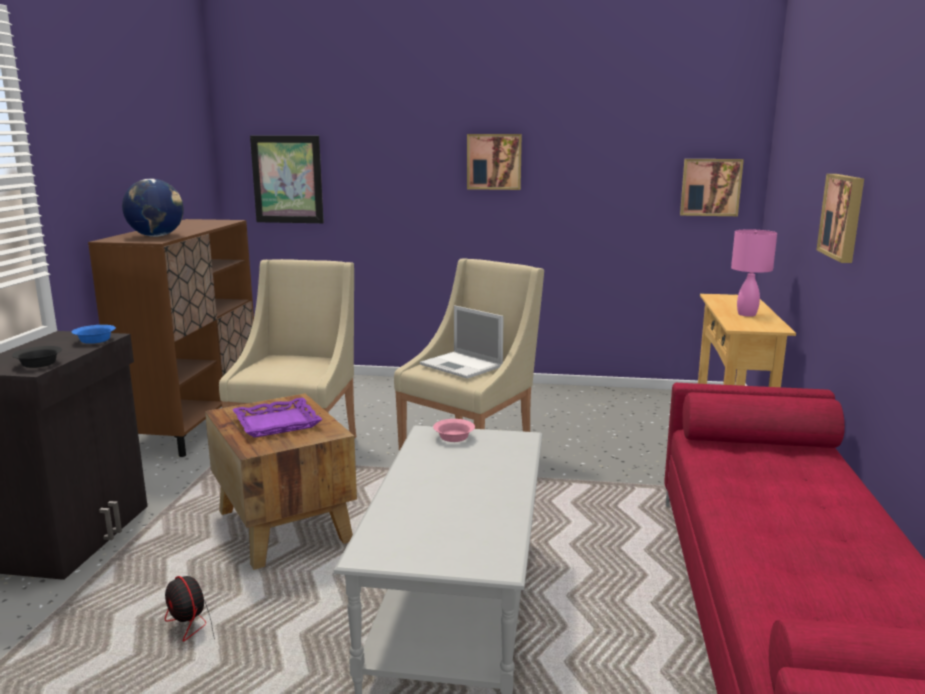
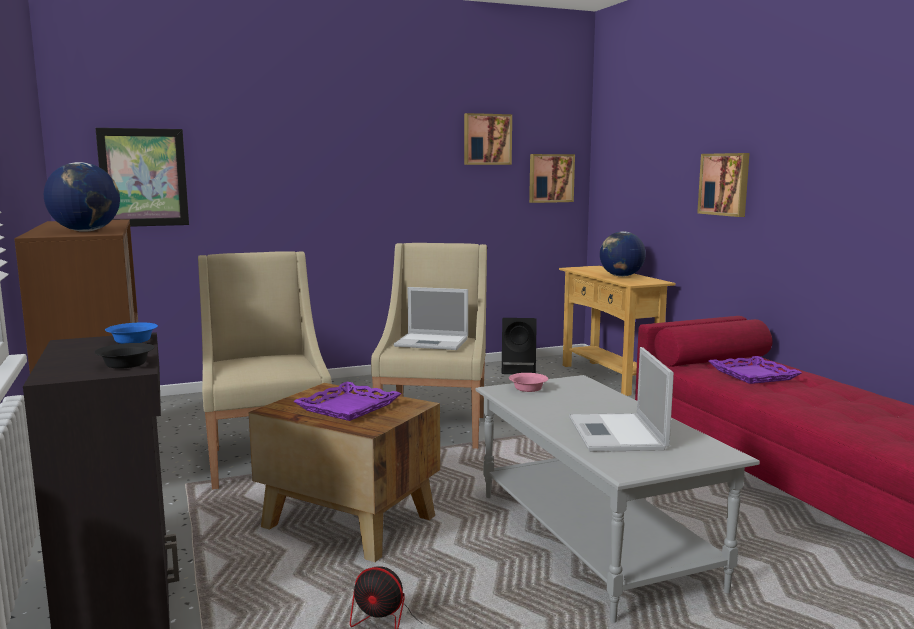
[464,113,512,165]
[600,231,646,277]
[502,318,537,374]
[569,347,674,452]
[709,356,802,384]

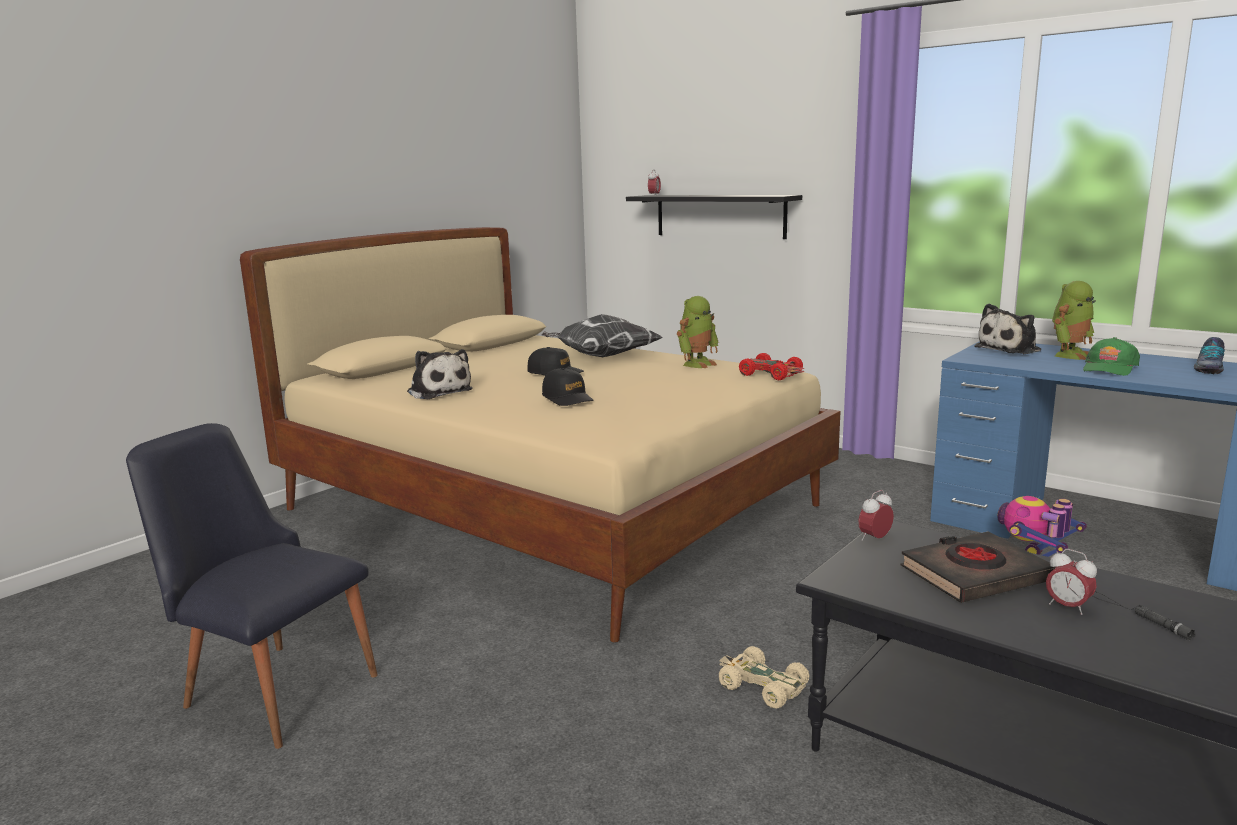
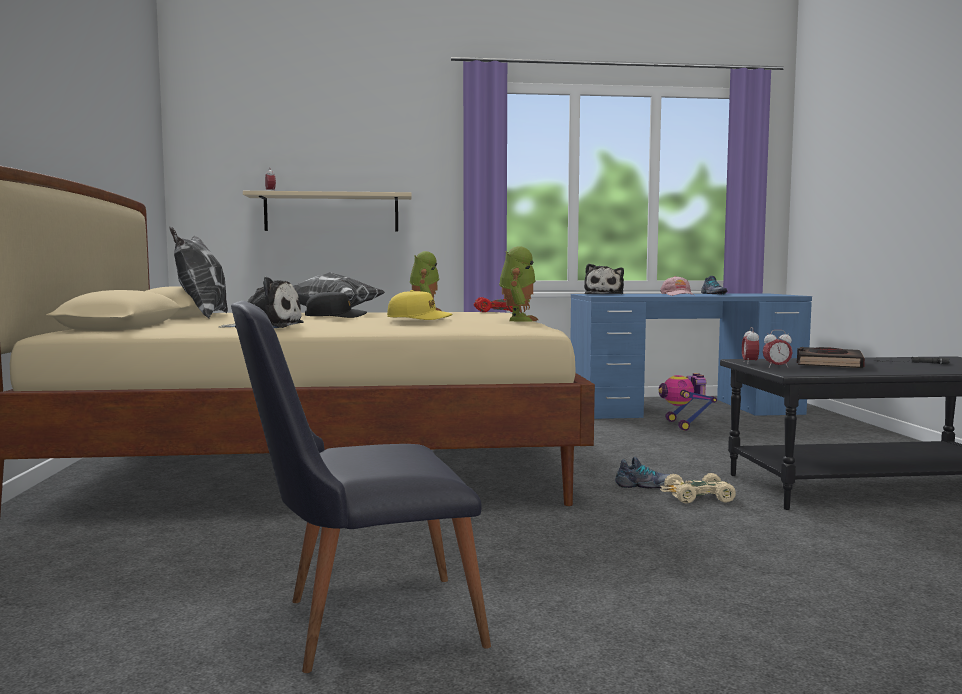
[243,191,412,232]
[499,246,538,321]
[660,276,694,296]
[387,290,453,320]
[763,330,793,368]
[169,227,228,318]
[615,457,670,489]

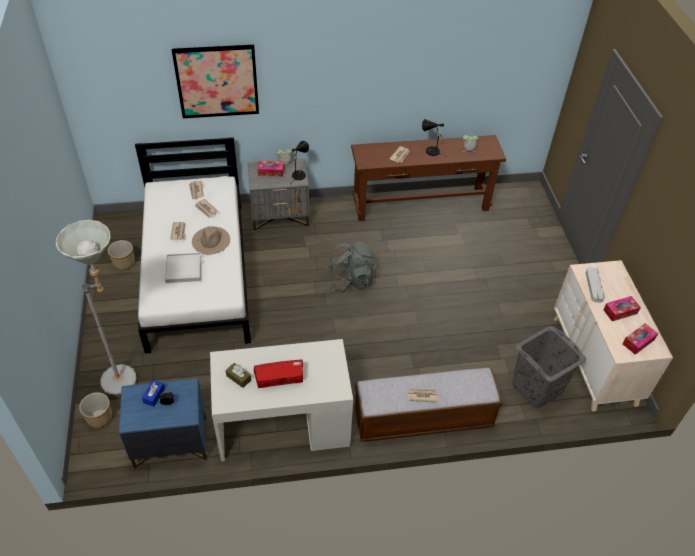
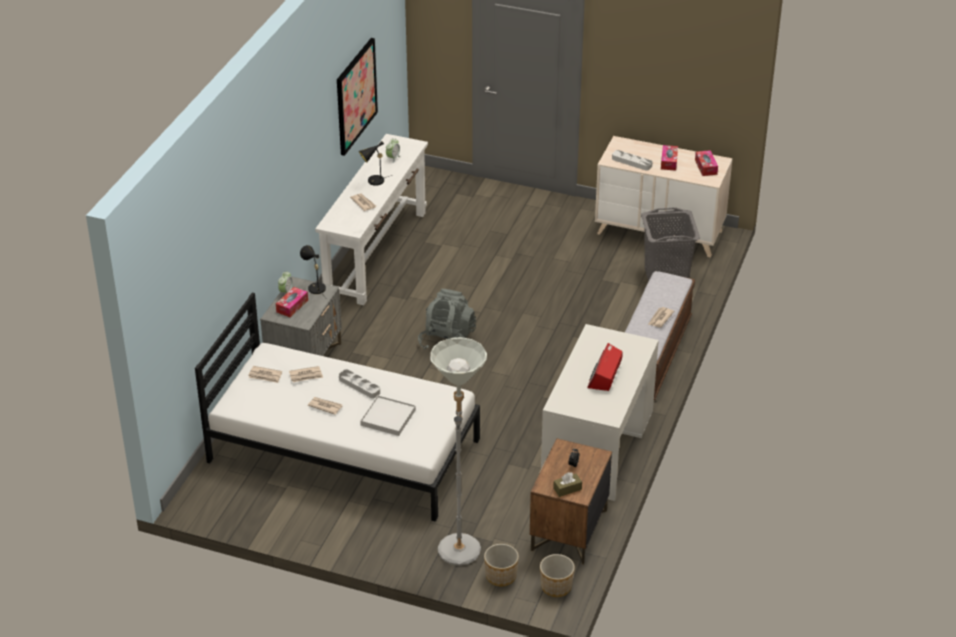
[337,38,378,156]
[315,134,428,305]
[339,369,380,398]
[540,554,575,597]
[553,472,582,497]
[530,438,612,565]
[142,380,165,407] (first image)

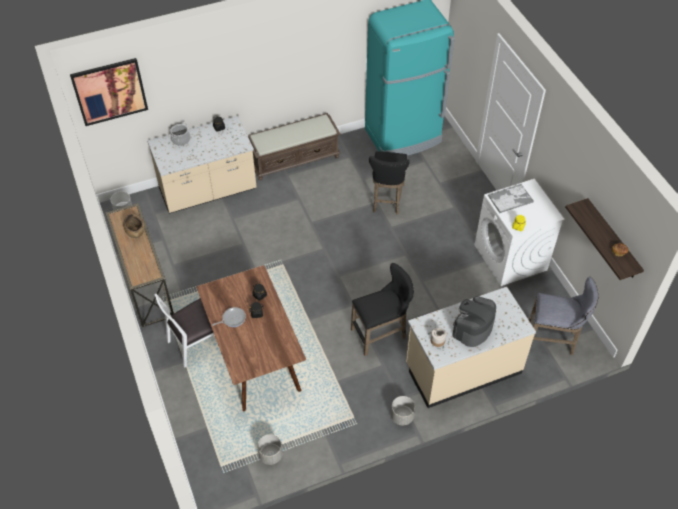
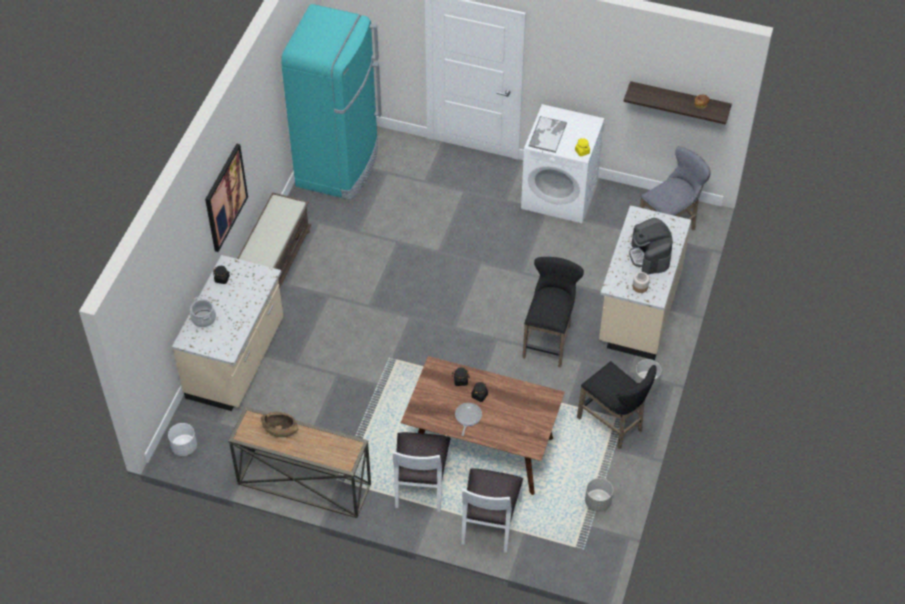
[205,144,248,252]
[577,361,656,449]
[461,469,523,553]

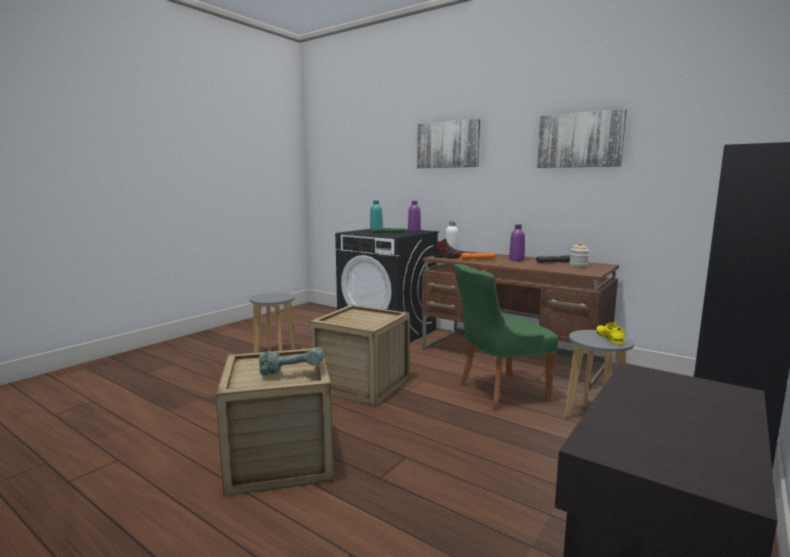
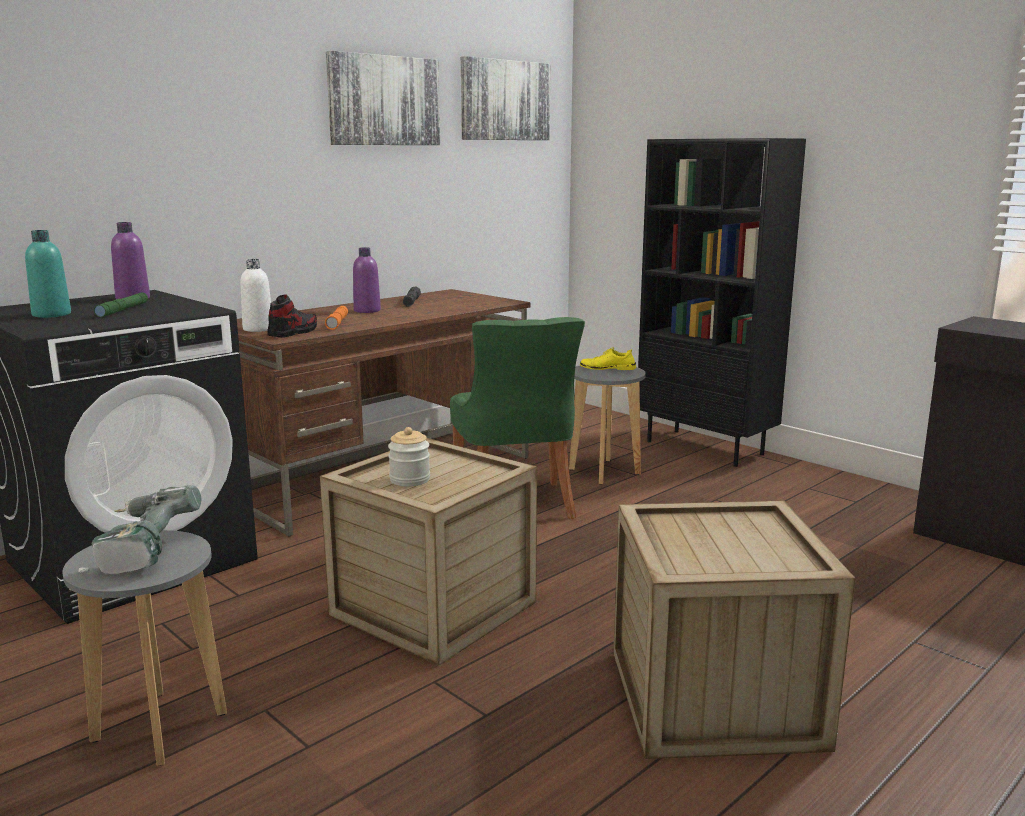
[461,56,551,140]
[388,427,430,486]
[78,485,201,574]

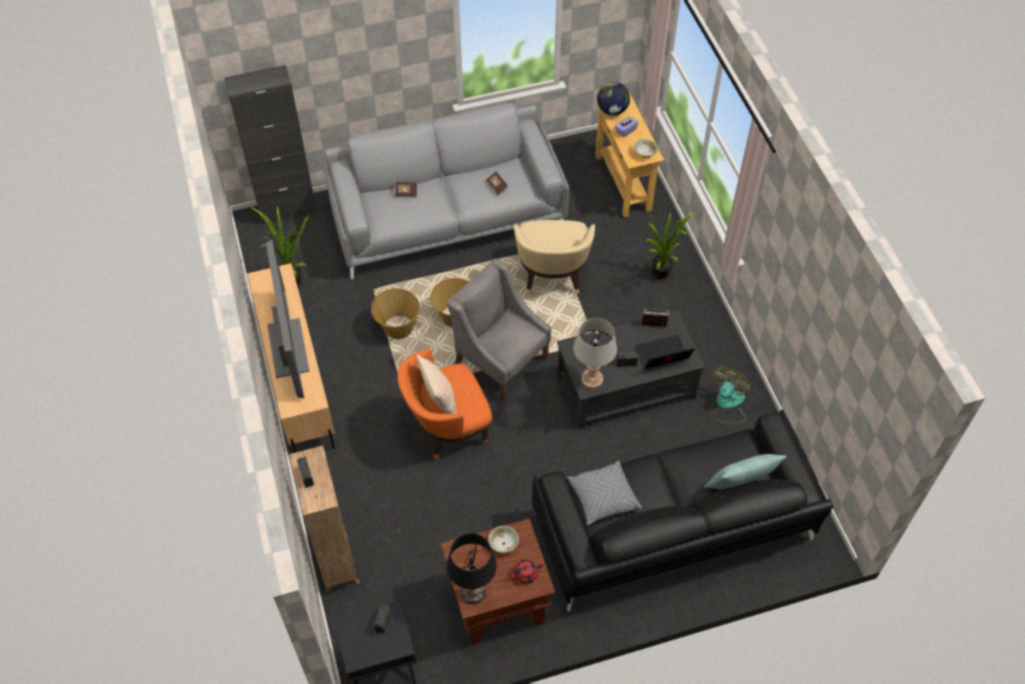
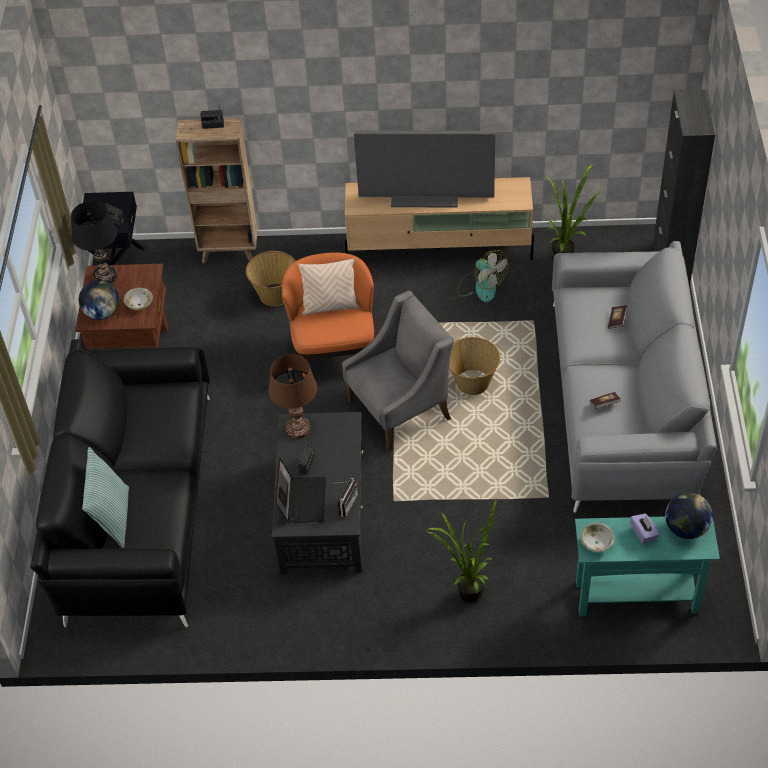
[575,516,720,616]
[514,220,595,294] (first image)
[246,251,295,306]
[268,354,317,439]
[457,250,508,302]
[567,461,642,526] (first image)
[79,280,119,320]

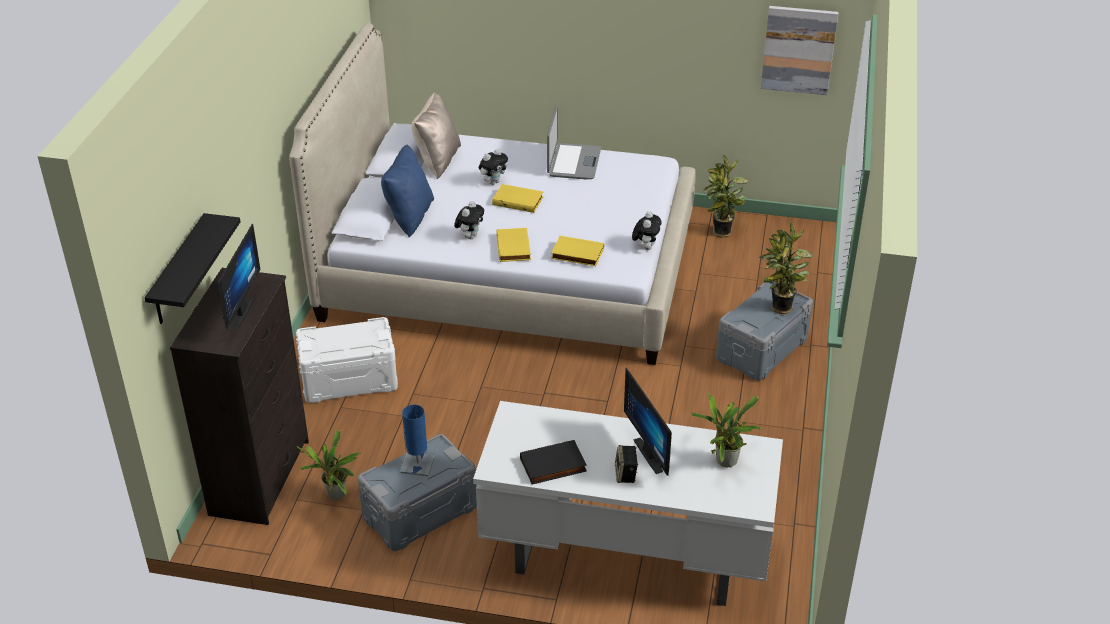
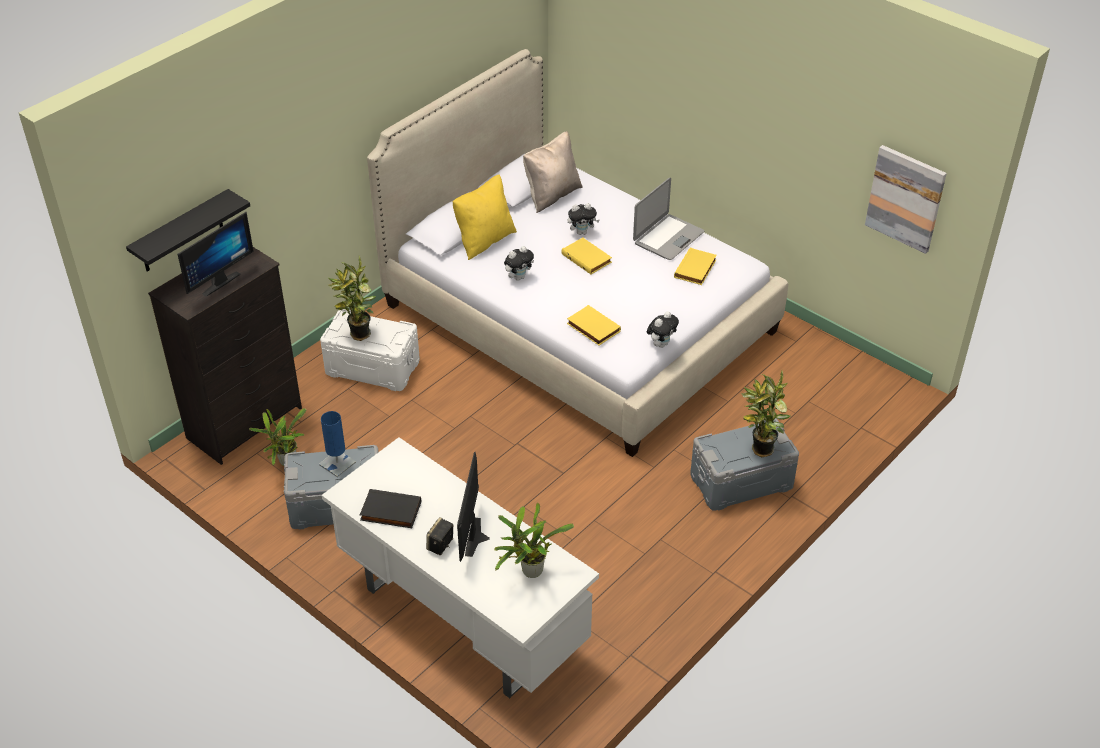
[453,174,517,260]
[328,256,376,341]
[674,247,717,285]

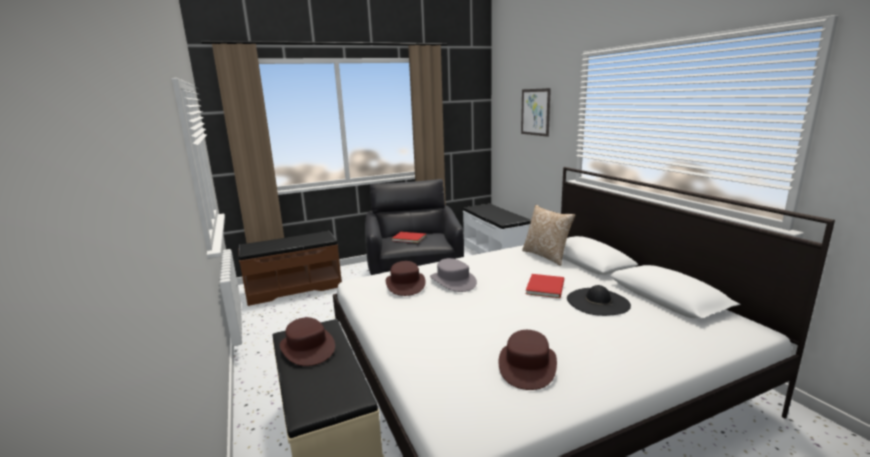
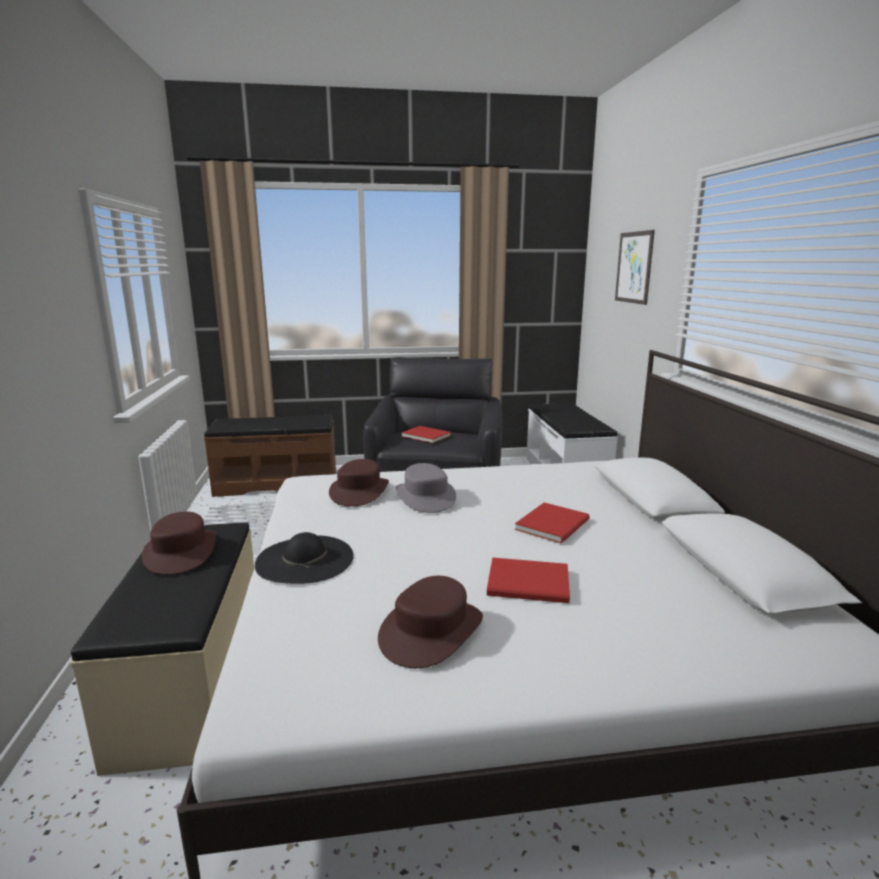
[522,205,575,266] (first image)
[255,532,354,584]
[487,557,570,603]

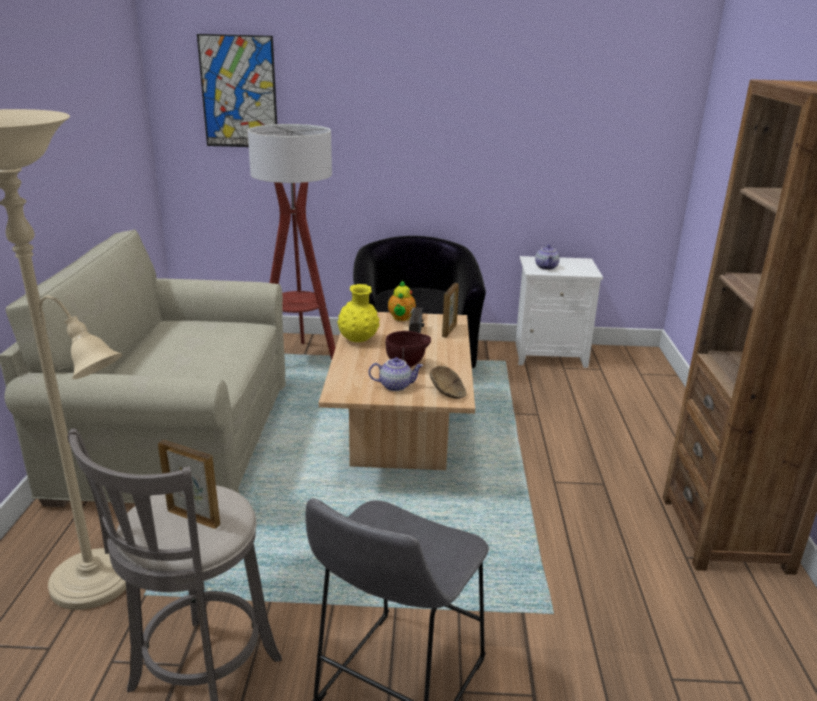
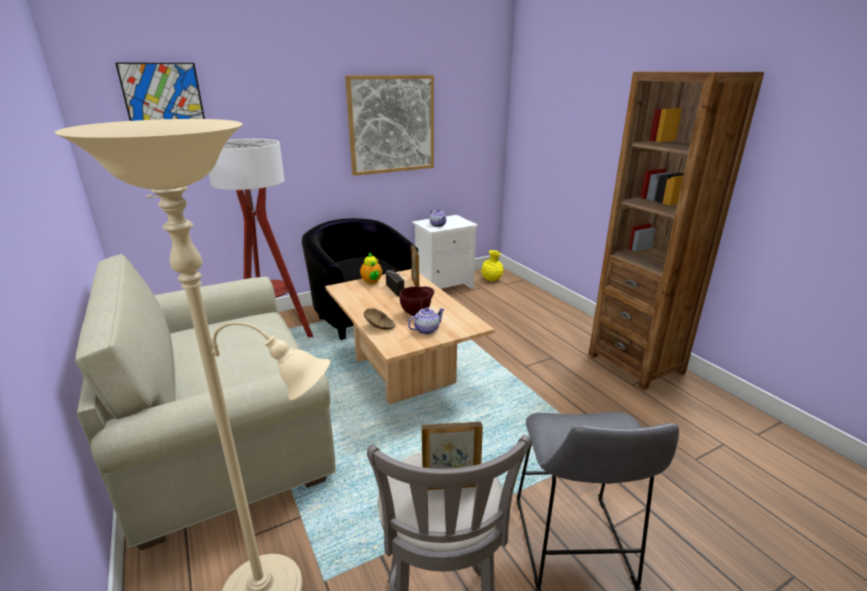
[481,250,504,281]
[364,308,396,330]
[345,75,434,176]

